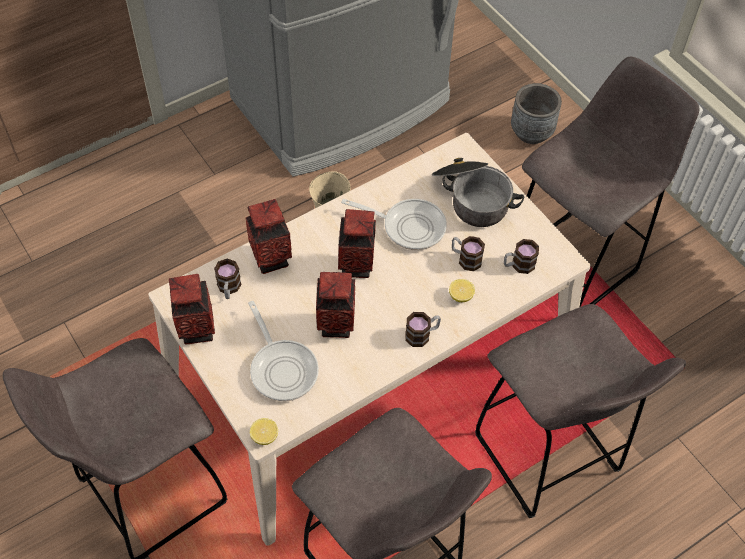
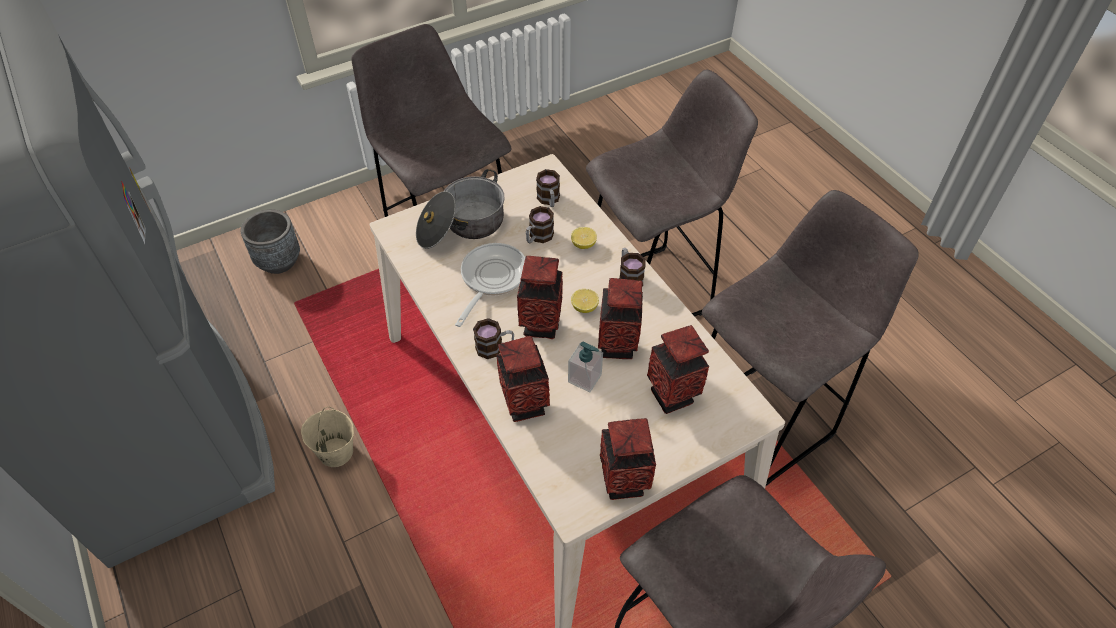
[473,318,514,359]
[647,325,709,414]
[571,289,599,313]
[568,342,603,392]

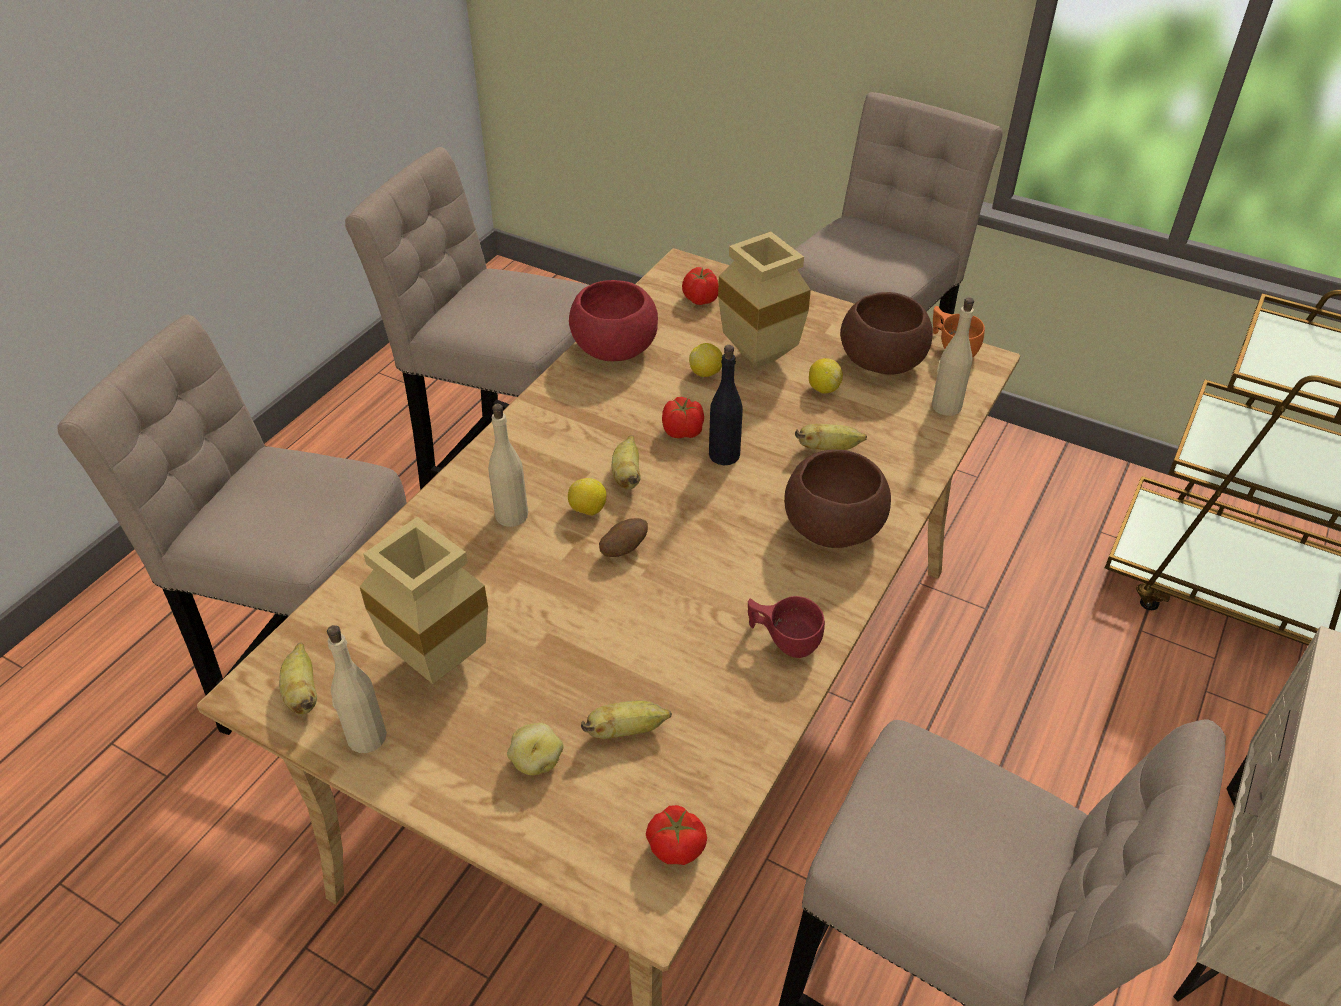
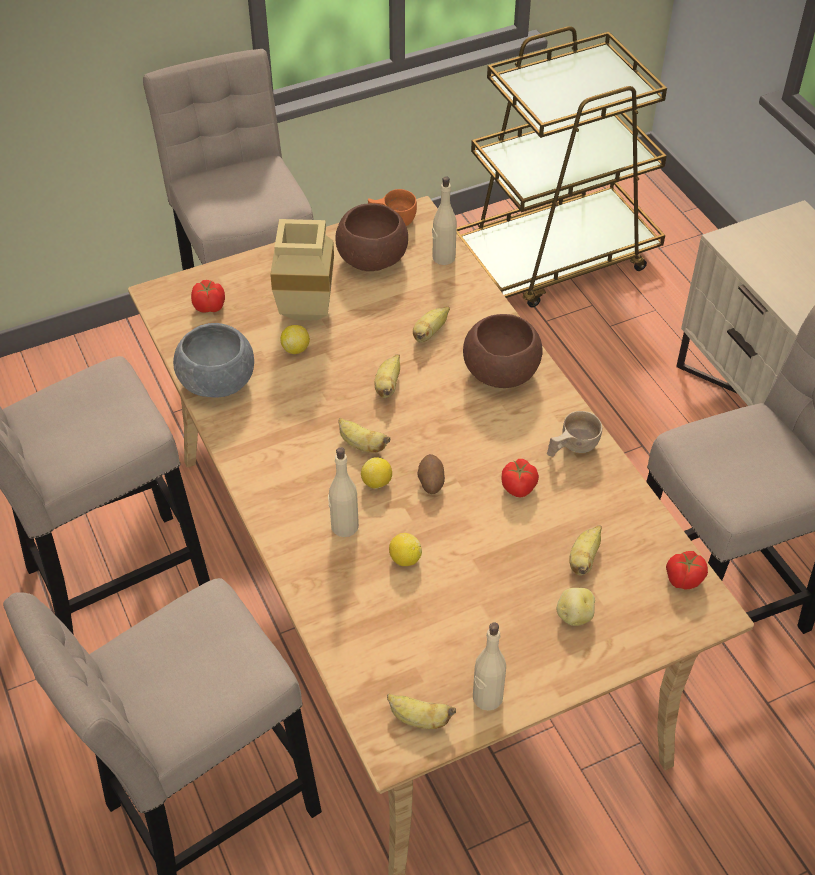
[173,323,254,398]
[374,354,400,398]
[389,533,422,566]
[502,459,539,498]
[360,517,488,684] (first image)
[547,411,602,457]

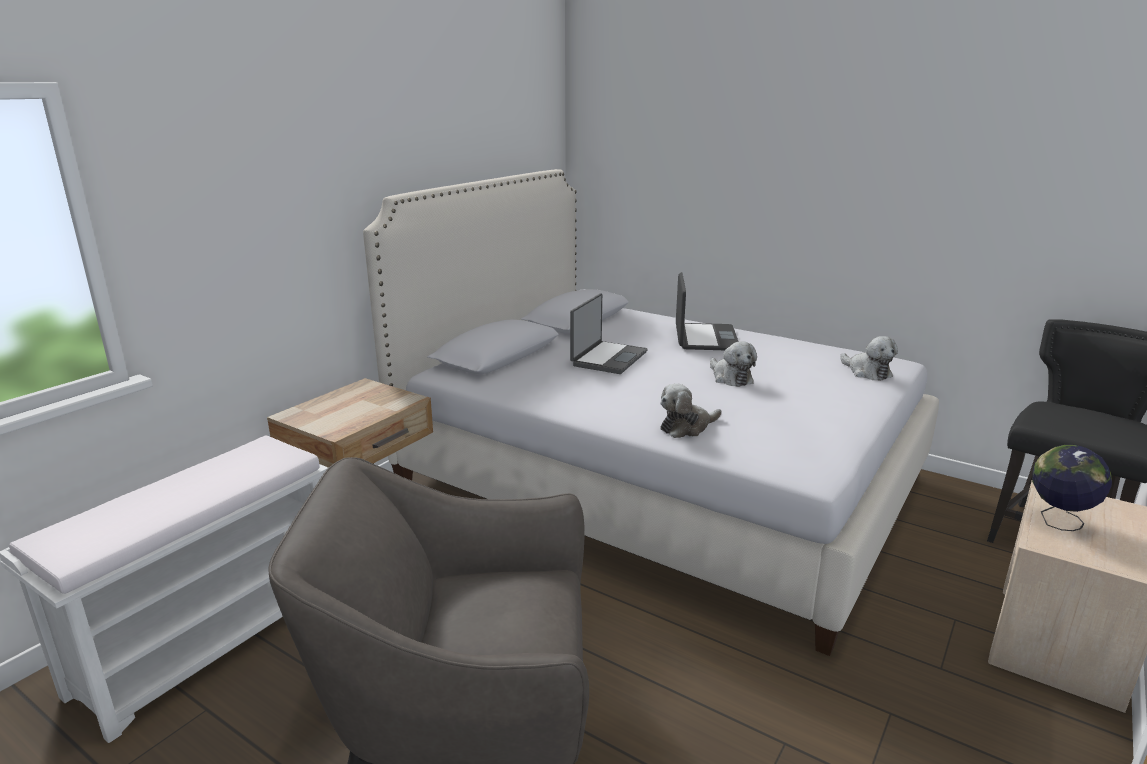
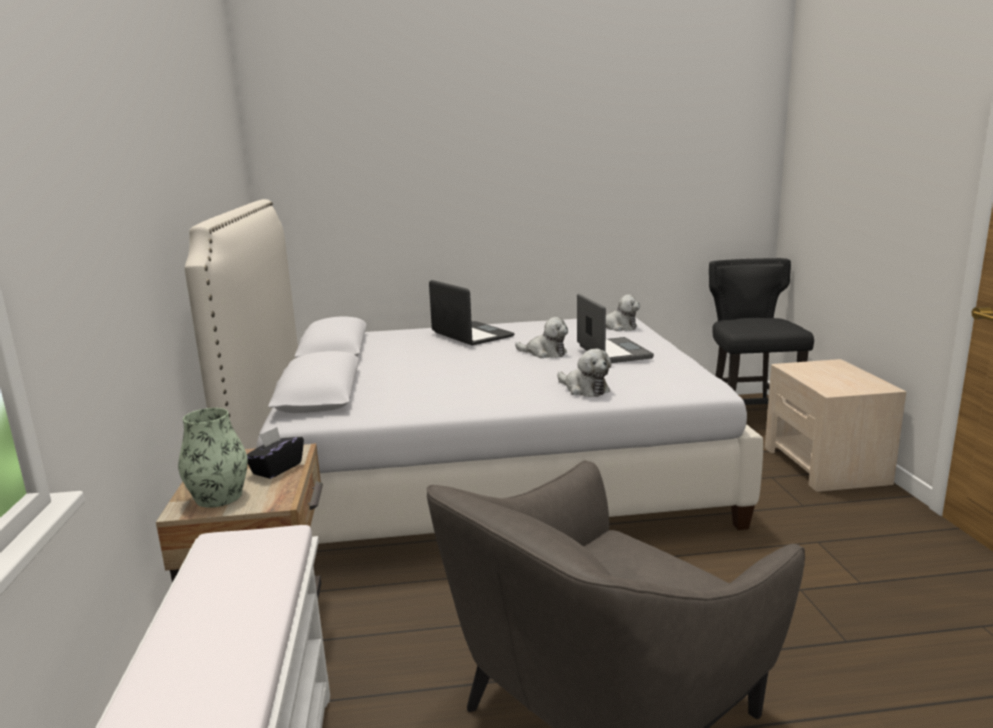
[577,294,654,363]
[557,349,611,397]
[1032,445,1112,531] (first image)
[178,408,248,508]
[247,427,304,479]

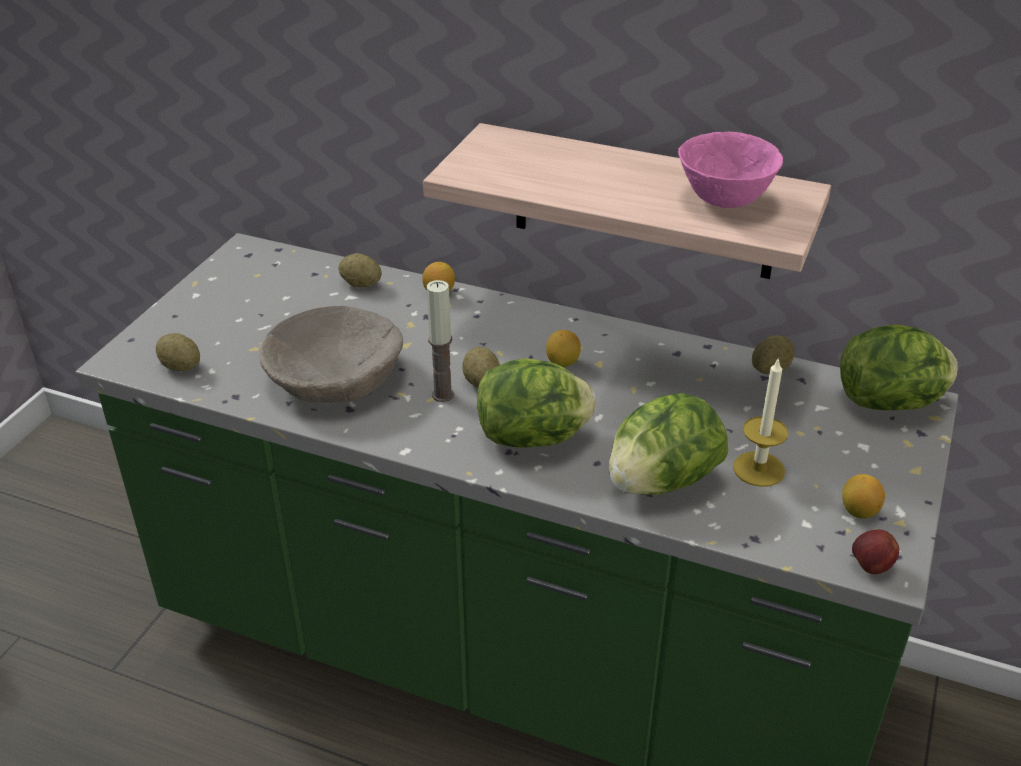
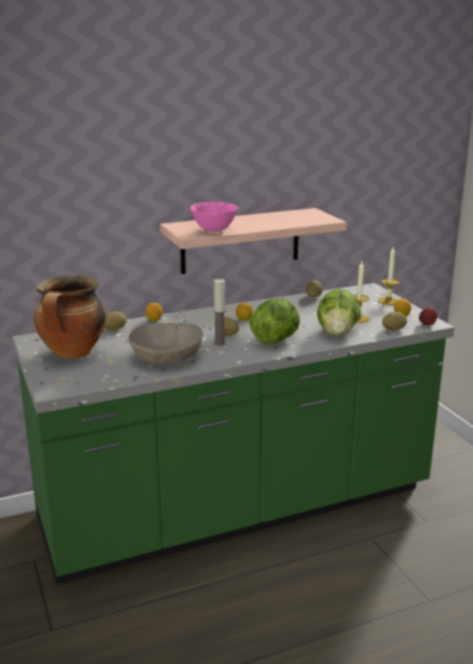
[190,202,238,232]
[840,324,958,411] (first image)
[382,312,407,331]
[378,247,400,305]
[34,275,106,359]

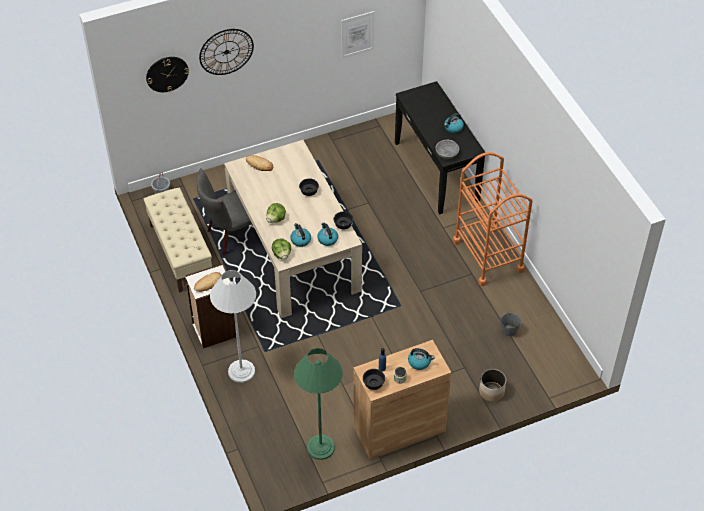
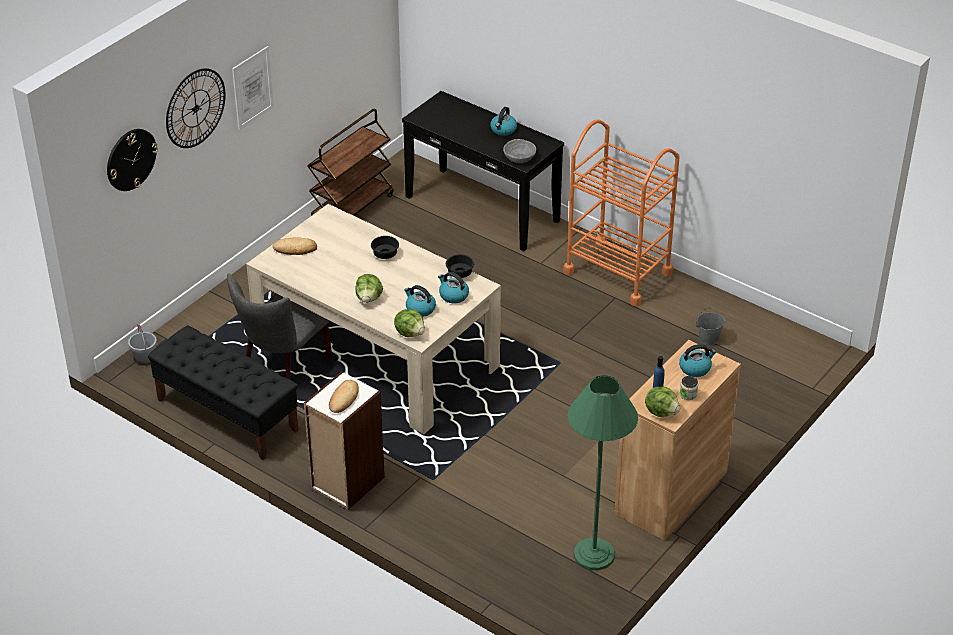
[232,46,274,130]
[148,325,298,460]
[210,270,256,383] (first image)
[645,387,680,417]
[479,369,506,402] (first image)
[308,109,394,217]

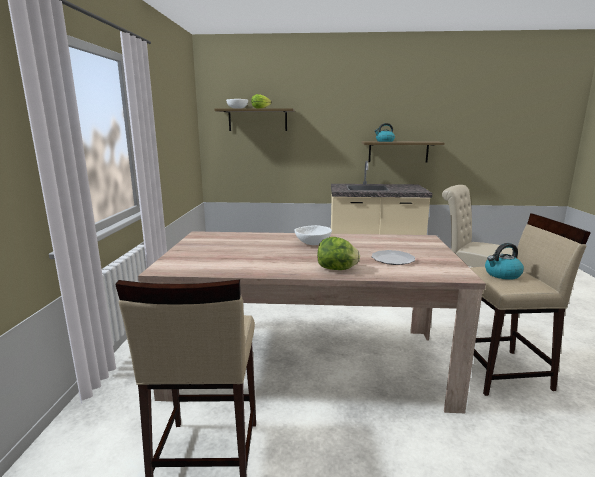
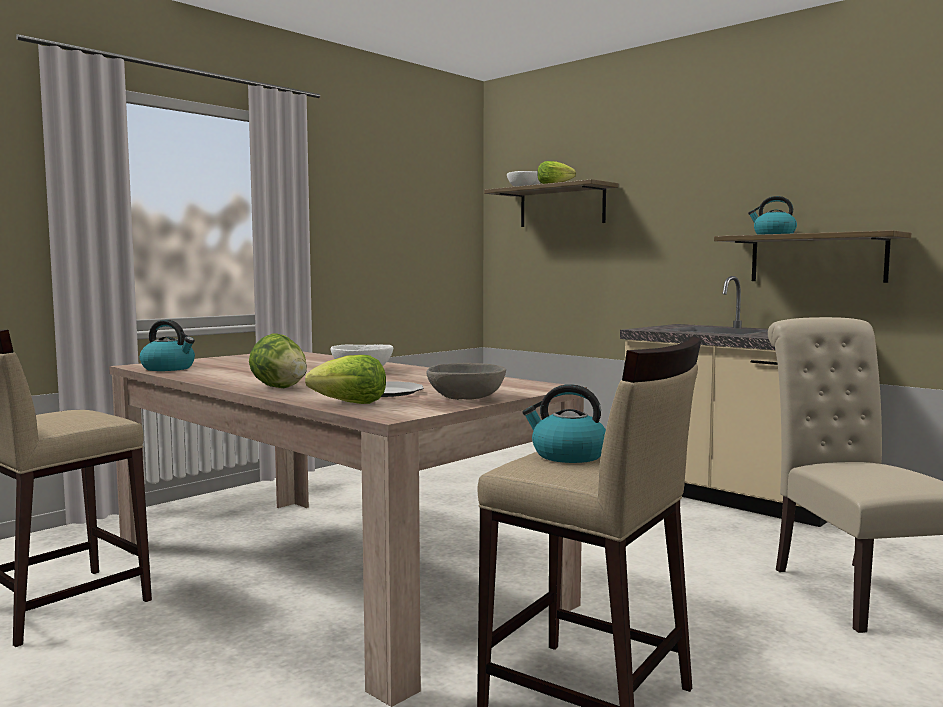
[140,320,195,371]
[305,355,386,404]
[427,363,506,400]

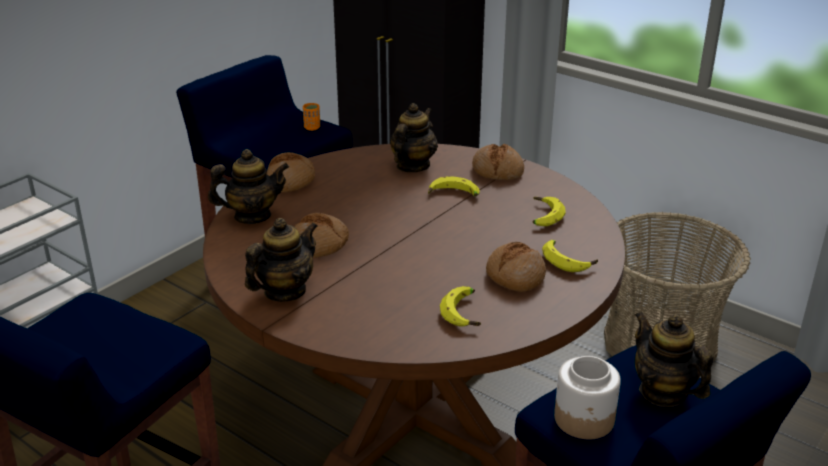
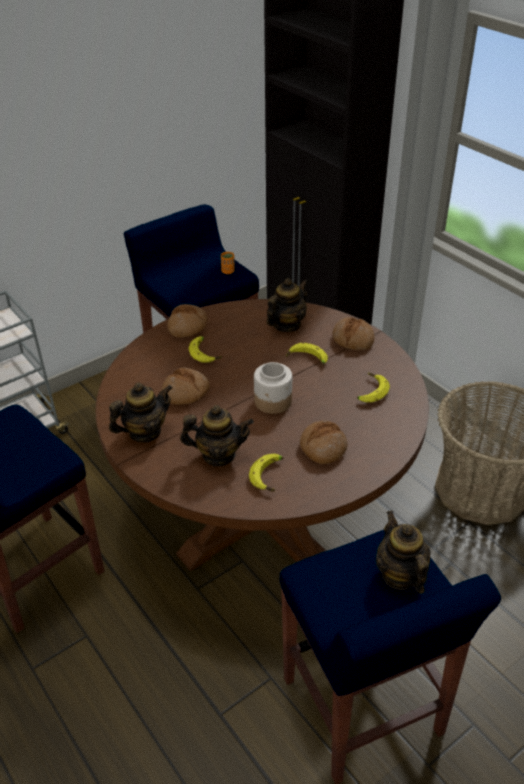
[180,405,254,466]
[189,336,222,363]
[254,362,292,414]

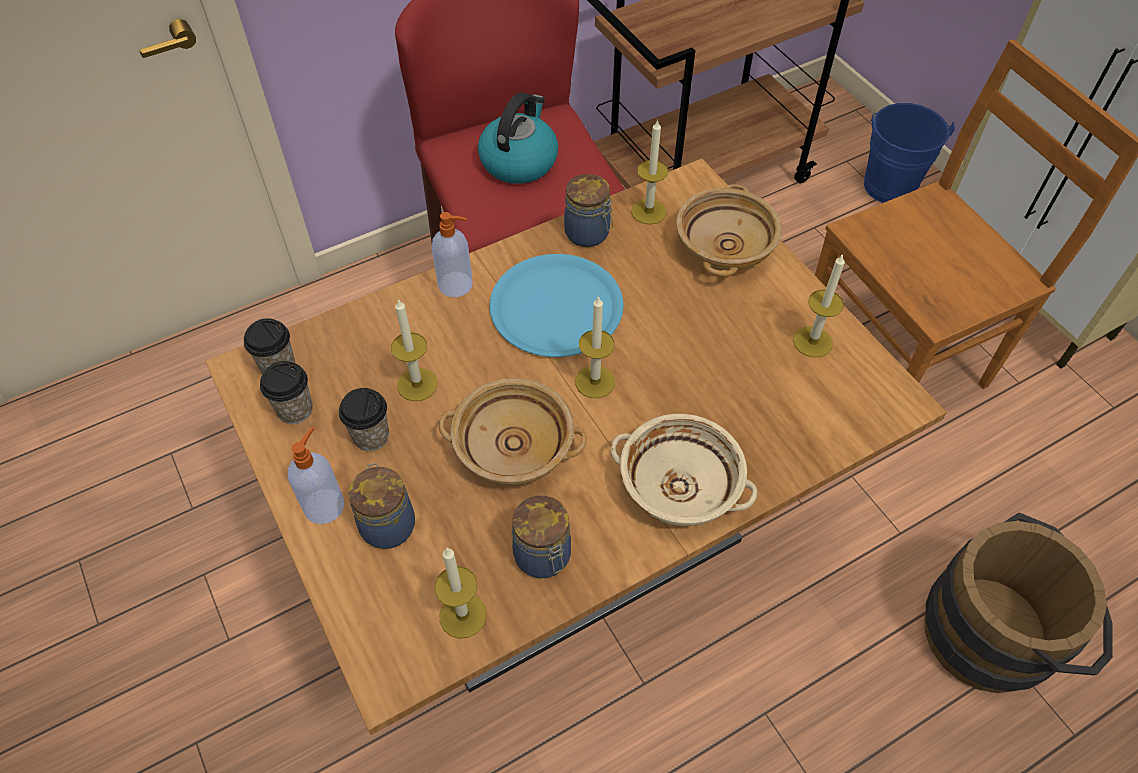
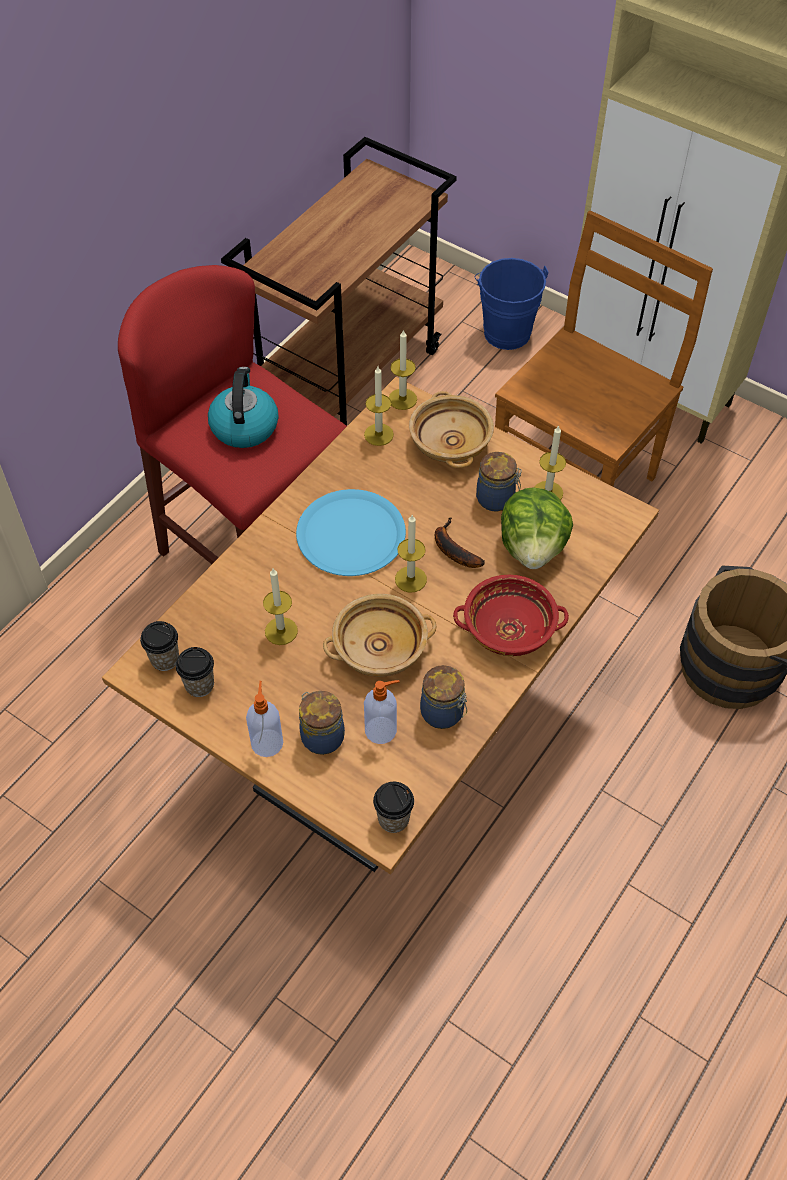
[476,452,522,511]
[364,680,400,744]
[373,782,414,833]
[453,575,569,656]
[389,330,417,410]
[501,487,573,569]
[435,517,485,568]

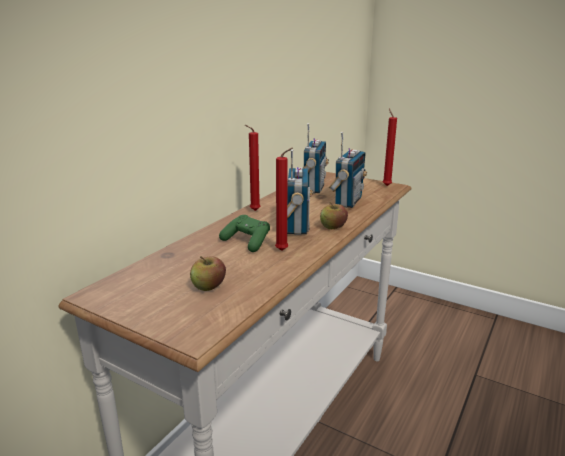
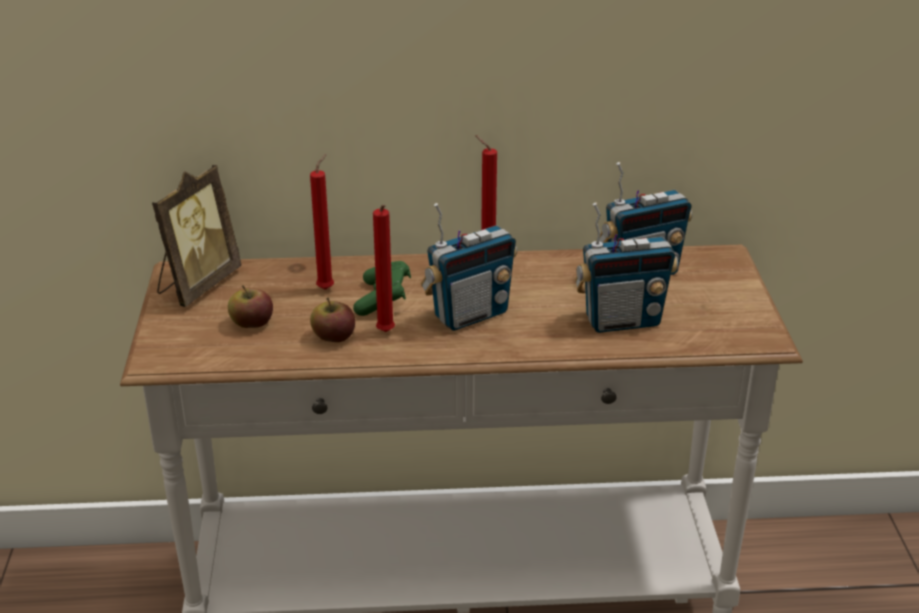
[310,154,334,290]
[310,298,355,342]
[152,165,241,307]

